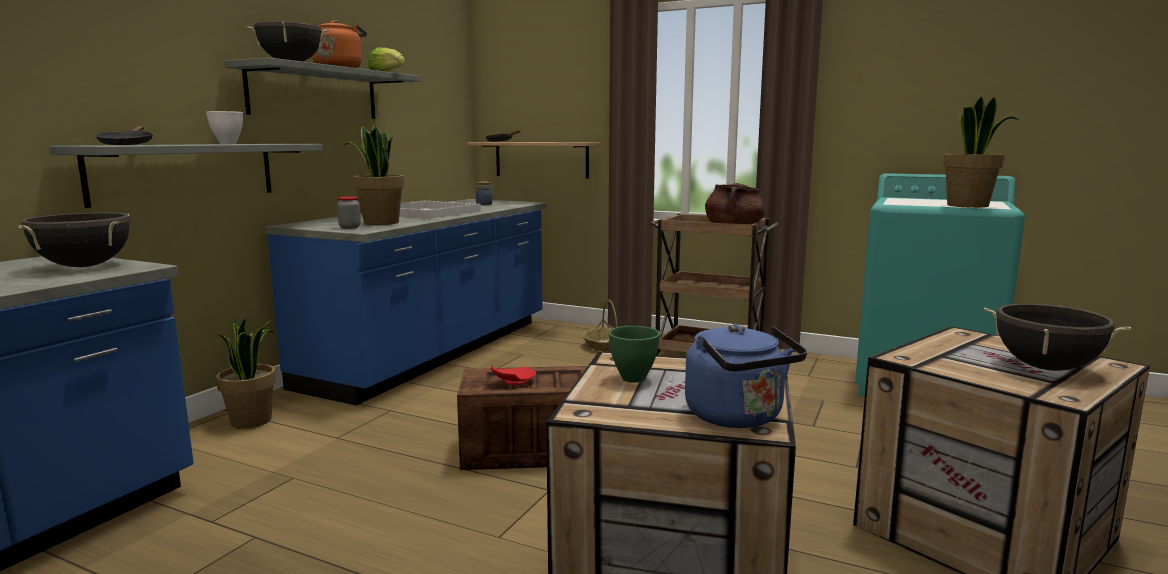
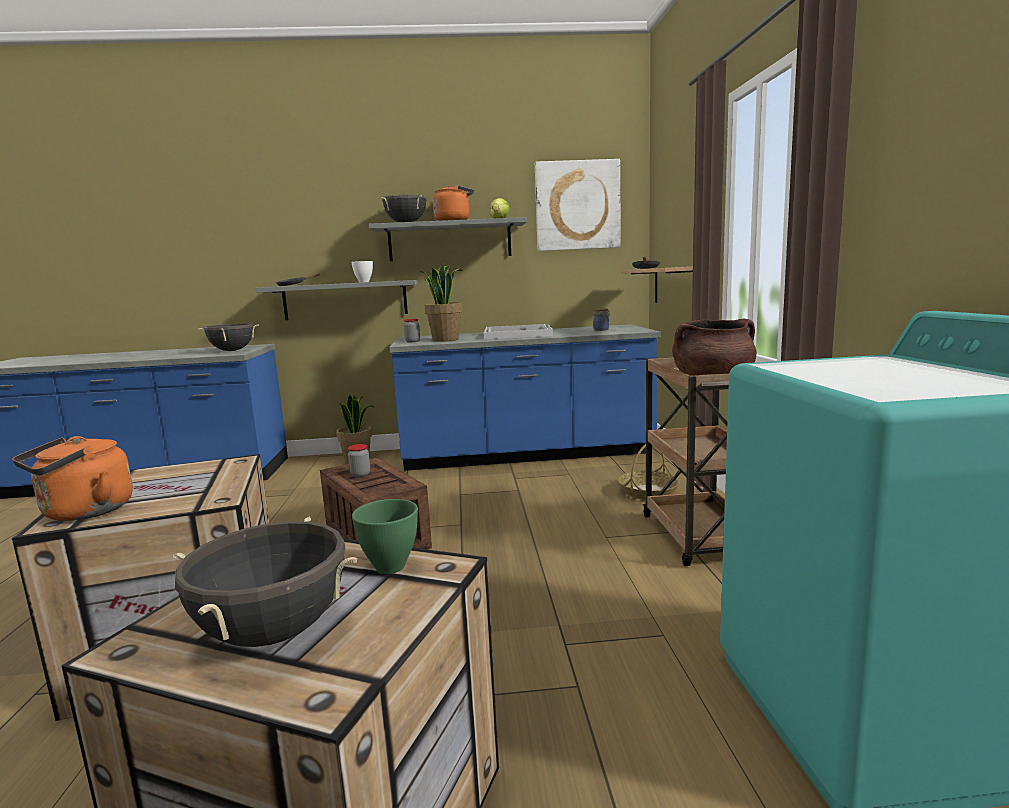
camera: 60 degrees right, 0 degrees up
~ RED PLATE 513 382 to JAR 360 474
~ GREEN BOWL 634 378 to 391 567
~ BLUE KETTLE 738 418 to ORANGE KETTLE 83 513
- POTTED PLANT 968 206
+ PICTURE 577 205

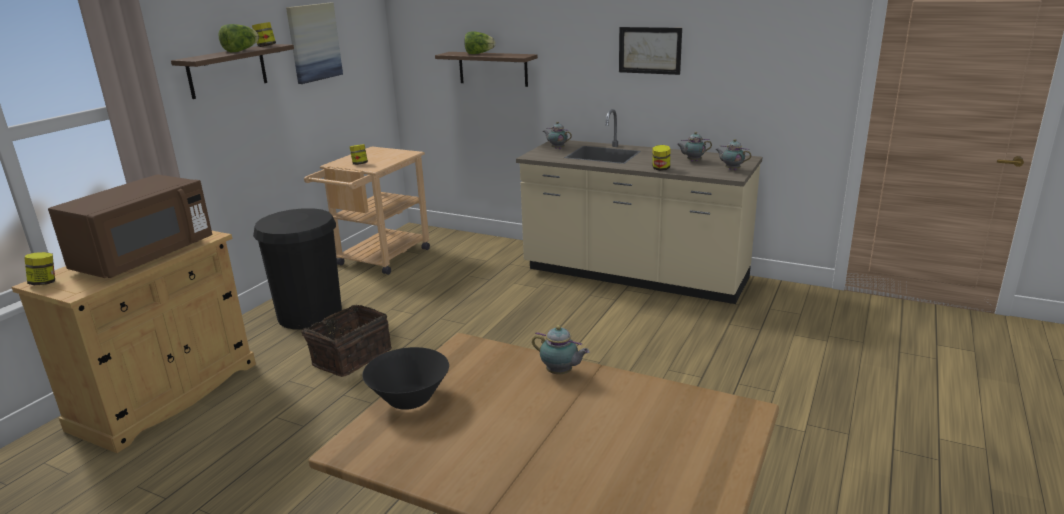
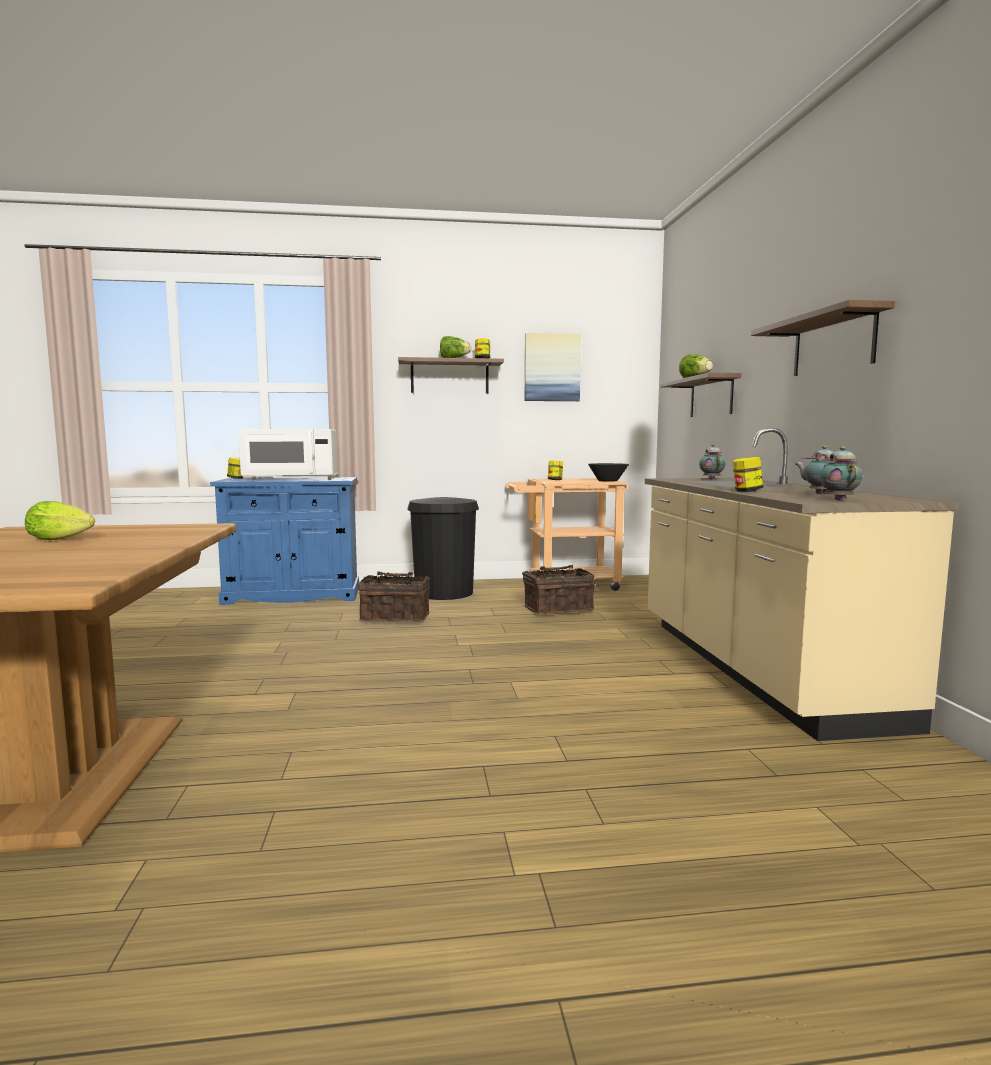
camera: 55 degrees right, 15 degrees down
~ BEIGE CABINET 167 396 to BLUE CABINET 293 595
~ BROWN MICROWAVE 144 257 to WHITE MICROWAVE 291 479
~ BLACK BOWL 410 399 to 608 481
- TEAPOT 560 373
~ PICTURE 649 50 to SHELF 833 344
+ LETTUCE 63 540
+ BASKET 557 609

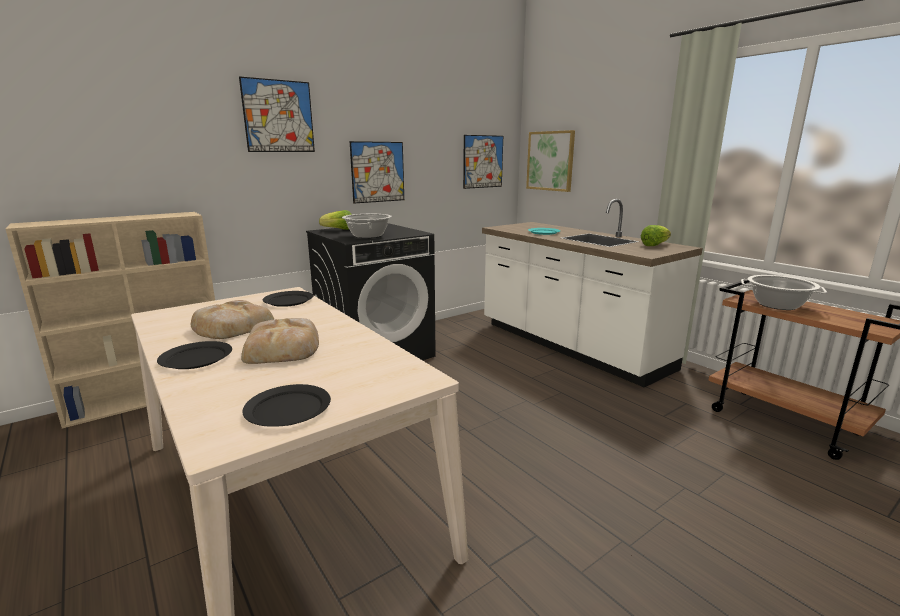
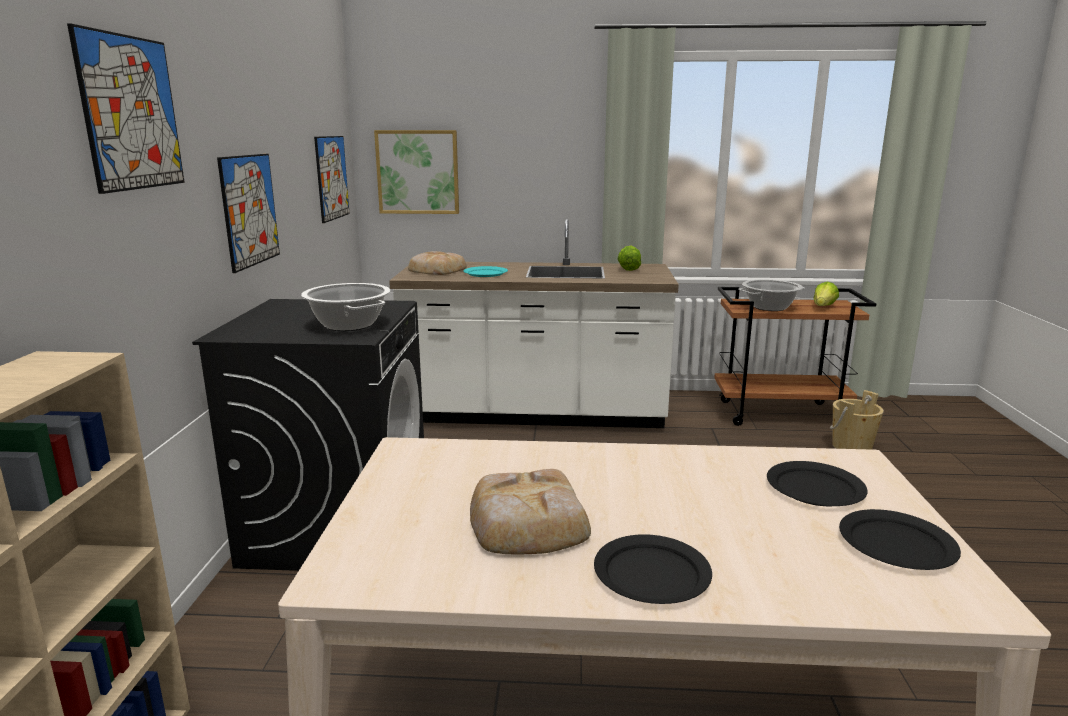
camera: 50 degrees left, 0 degrees up
~ BREAD 283 348 to 437 270
~ BLACK PLATE 288 301 to 815 488
~ LETTUCE 339 230 to 823 307
+ BEIGE BUCKET 851 447

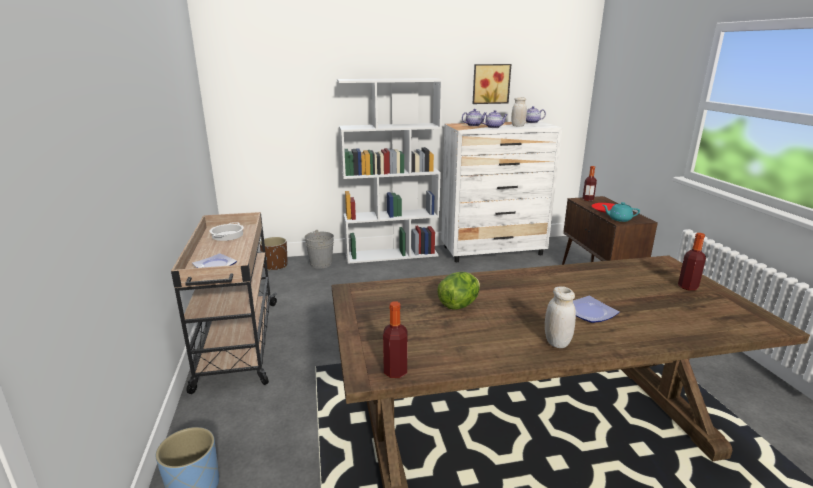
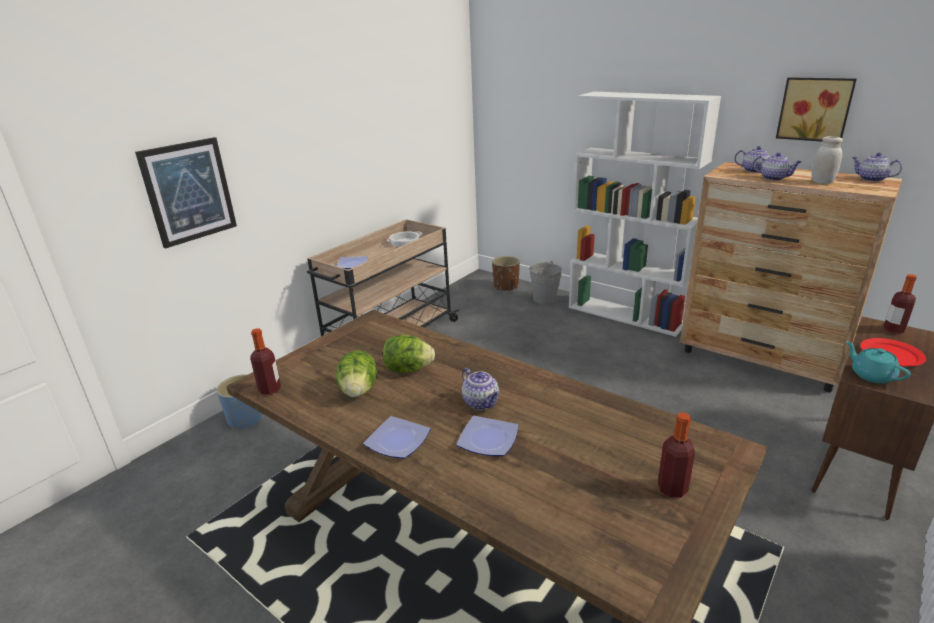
camera: 50 degrees right, 5 degrees up
~ WHITE DRESSER 493 251 to BROWN DRESSER 761 358
~ WHITE JAR 557 342 to PLATE 398 442
+ PICTURE 189 191
+ LETTUCE 359 391
+ TEAPOT 481 403

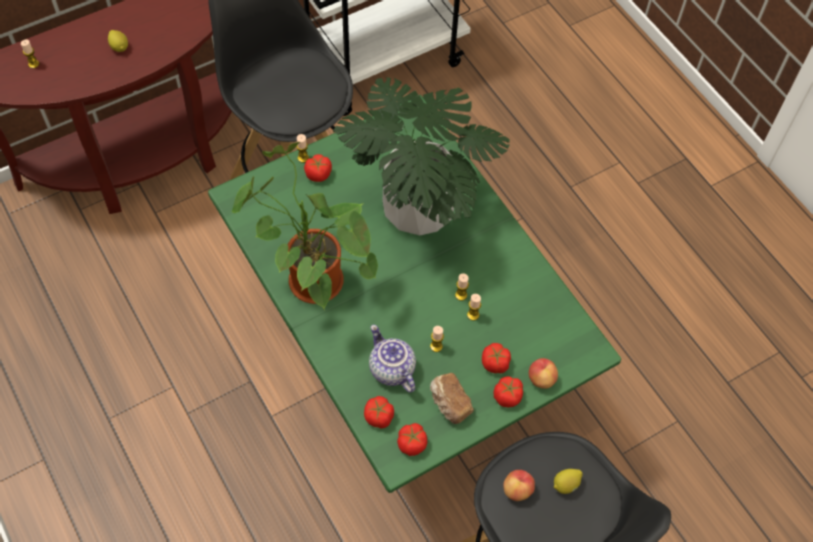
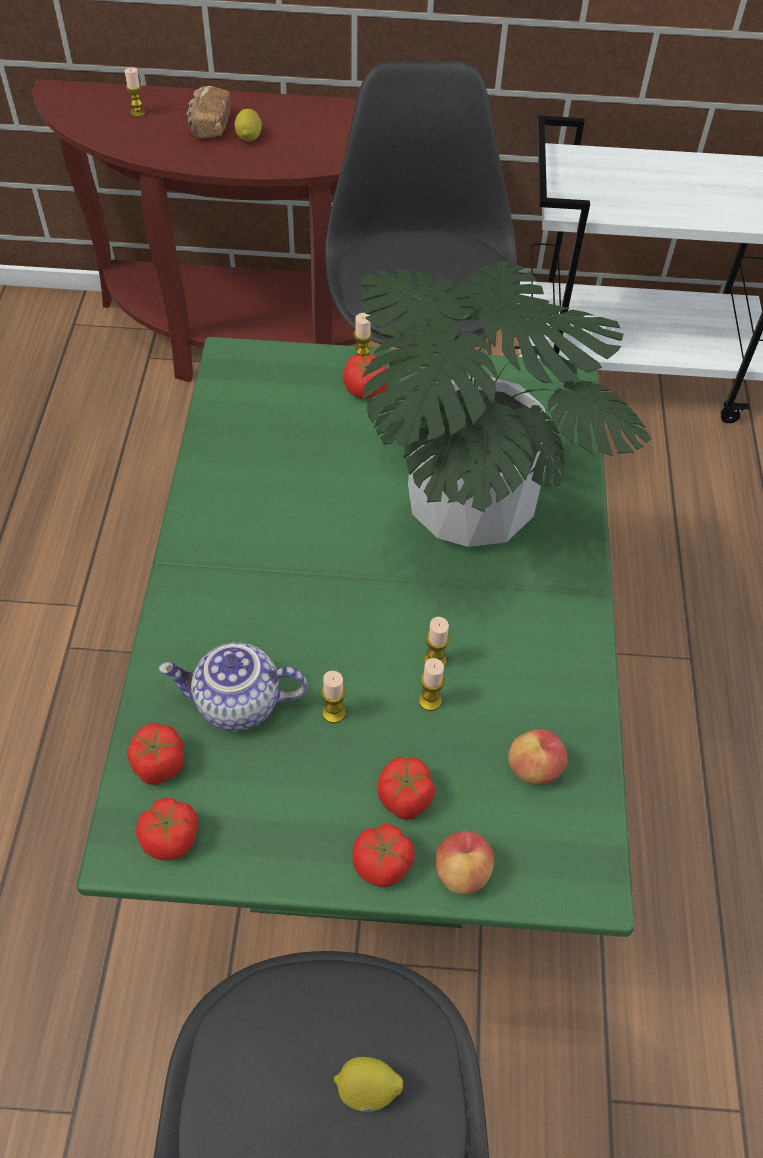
camera: 35 degrees right, 5 degrees down
- POTTED PLANT 309 281
~ TEAPOT 390 369 = 237 704 90 degrees counterclockwise
~ BREAD 449 403 to 209 126
~ APPLE 517 490 to 534 768

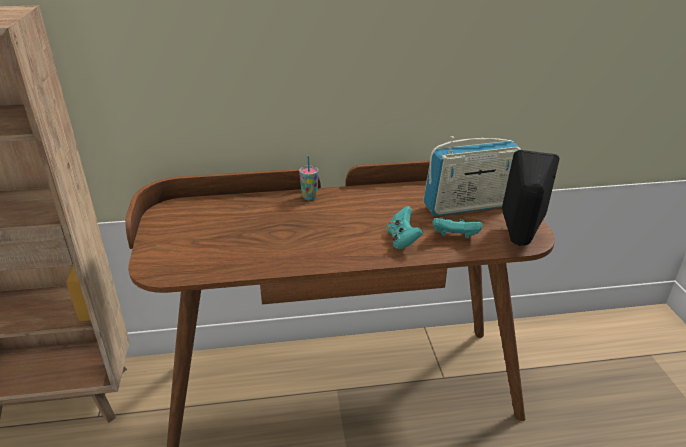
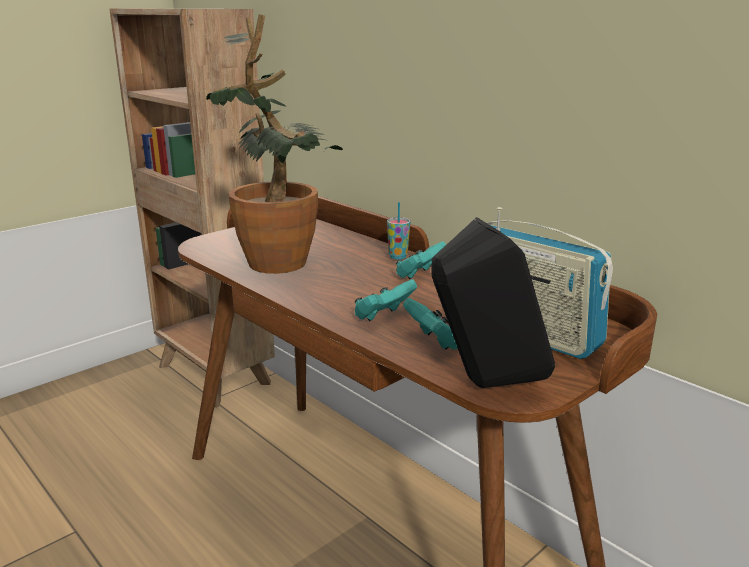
camera: 55 degrees right, 10 degrees down
+ POTTED PLANT 278 257
+ TURQUOISE GAME CONTROLLER 419 275

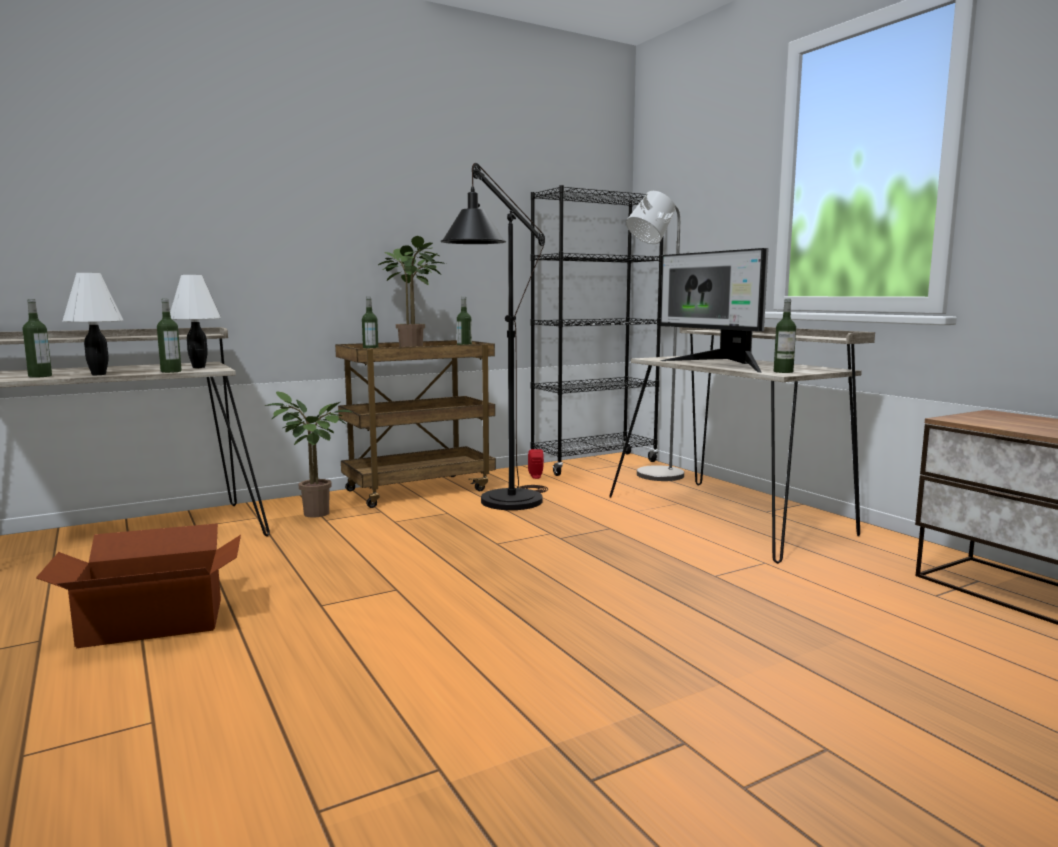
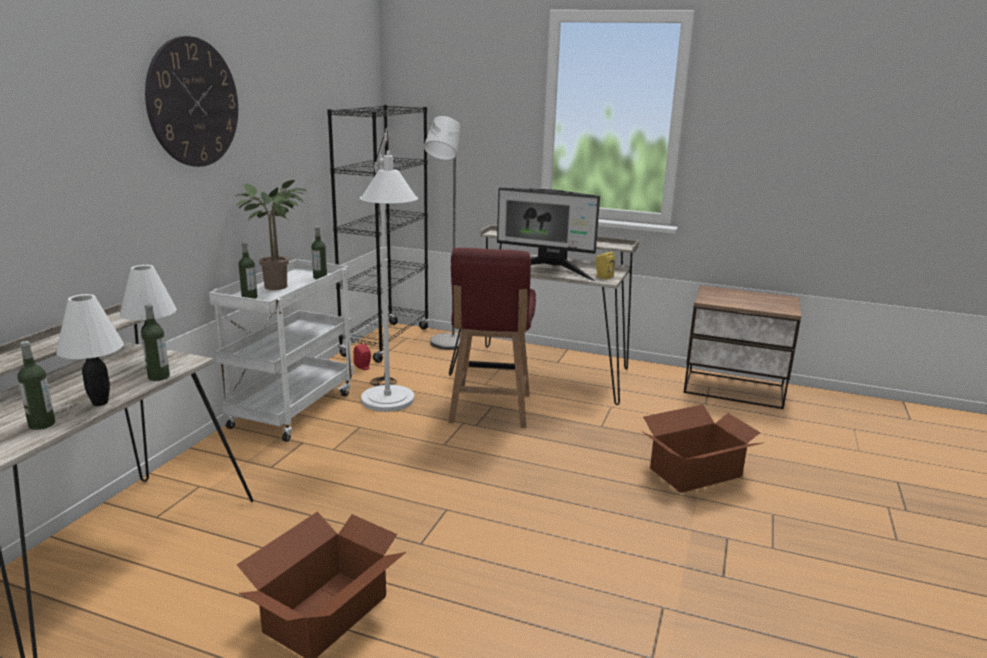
camera: 40 degrees left, 10 degrees up
- POTTED PLANT 312 514
~ BROWN CART 419 489 to WHITE CART 292 408
~ BLACK FLOOR LAMP 503 506 to WHITE FLOOR LAMP 389 406
~ BOTTLE 783 372 to YELLOW SPEAKER 602 277
+ WALL CLOCK 193 102
+ RED CHAIR 490 409
+ CARDBOARD BOX 696 473

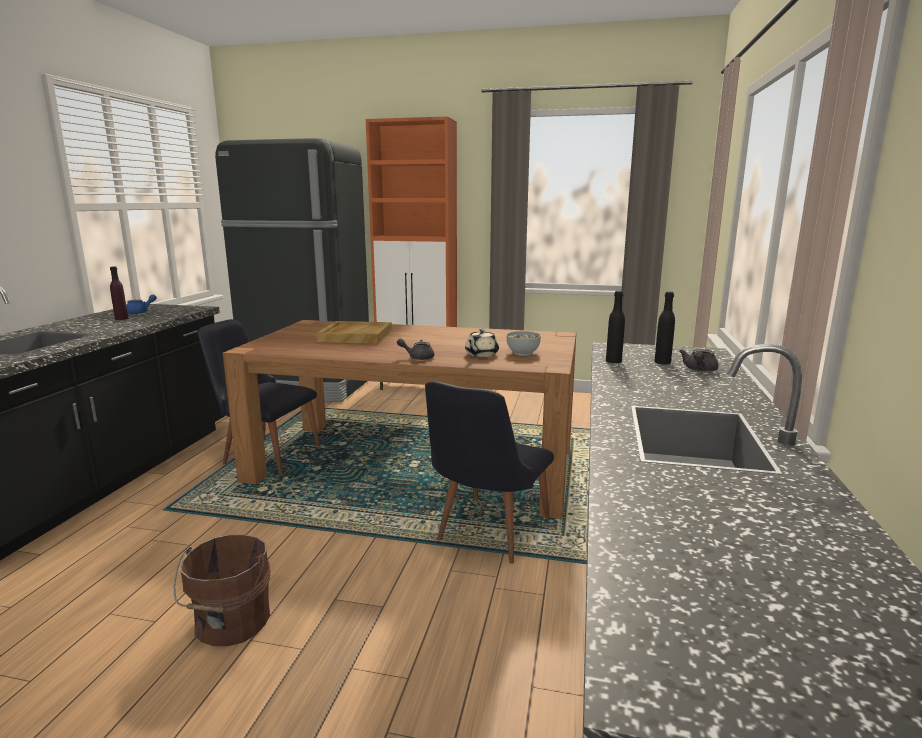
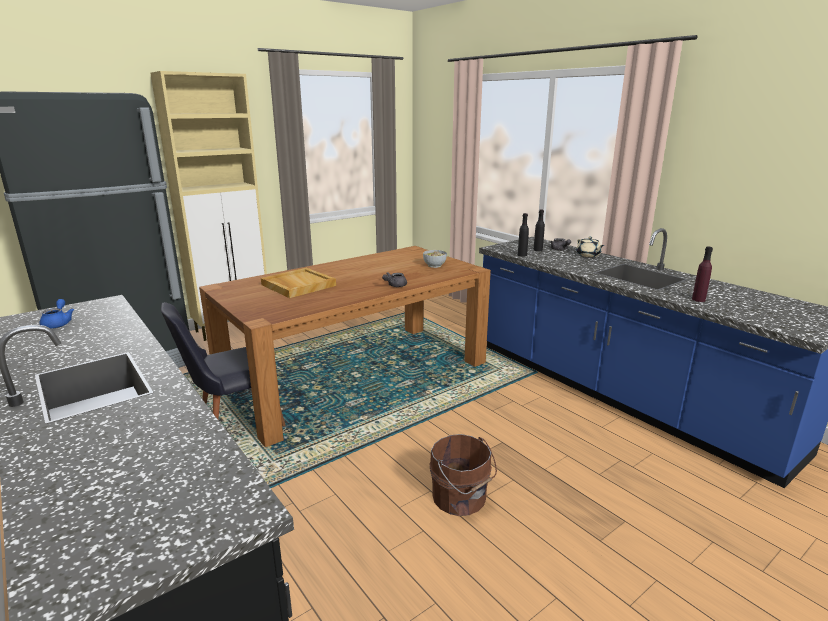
camera: 50 degrees left, 5 degrees up
~ PURPLE BOTTLE 121 318 to 698 299
~ ORANGE CABINET 418 388 to BEIGE CABINET 234 328
- BLACK CHAIR 486 534
~ BEIGE TEAPOT 481 355 to 588 255

